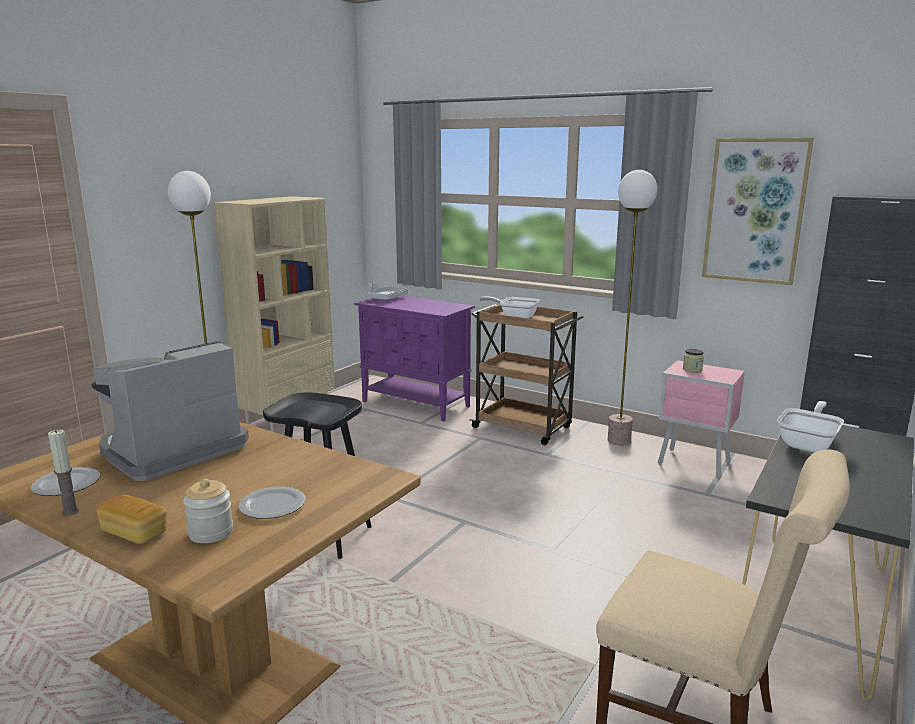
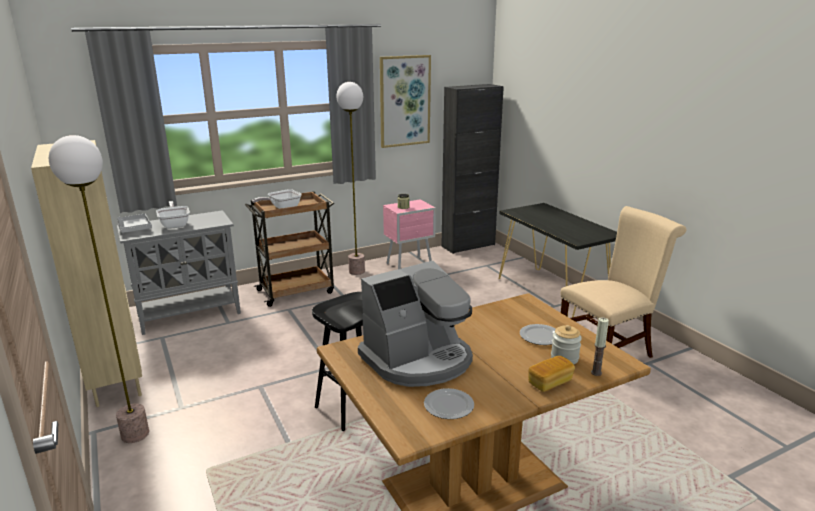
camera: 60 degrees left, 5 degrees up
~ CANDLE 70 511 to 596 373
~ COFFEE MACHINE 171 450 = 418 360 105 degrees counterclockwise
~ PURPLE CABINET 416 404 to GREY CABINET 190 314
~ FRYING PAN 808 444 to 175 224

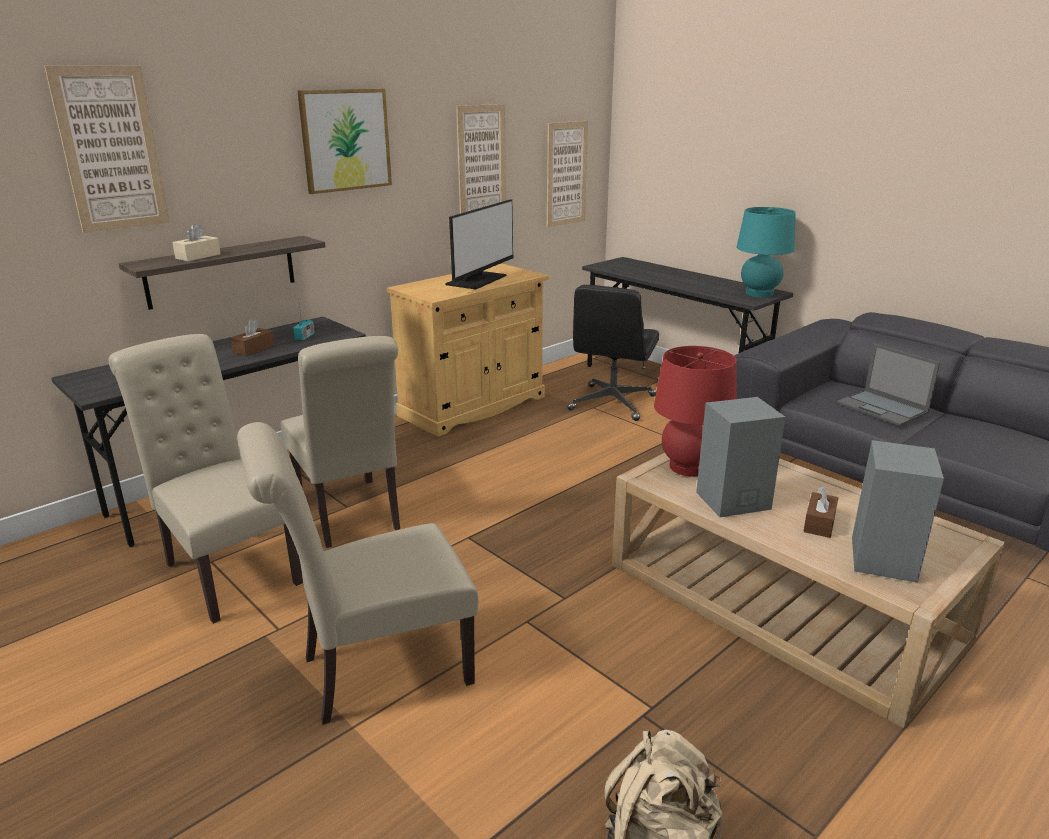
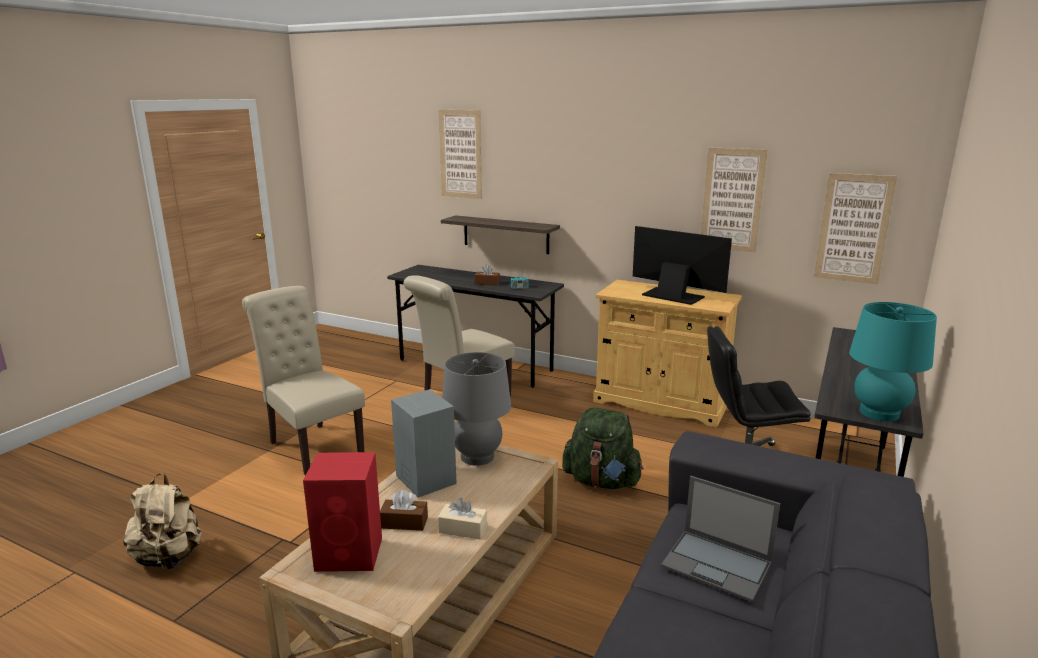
camera: 70 degrees right, 5 degrees down
- BEIGE CHAIR 227 570
~ BEIGE TISSUE BOX 198 256 to 463 529
- PICTURE 345 140
~ MONITOR 477 280 = 673 296 150 degrees counterclockwise
~ RED TABLE LAMP 689 467 to GREY TABLE LAMP 477 456
~ LAPTOP 883 408 = 718 565 90 degrees counterclockwise
~ GREY SPEAKER 883 557 to RED SPEAKER 351 554
+ GREEN BACKPACK 601 481

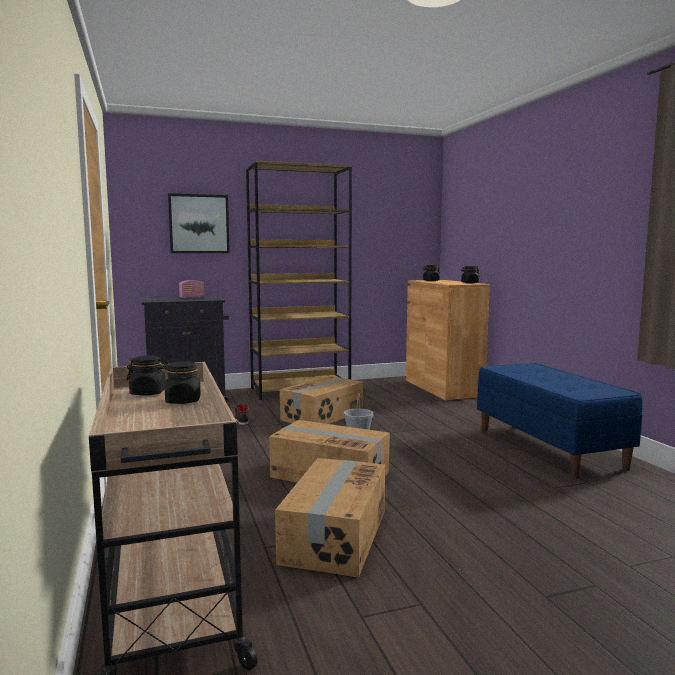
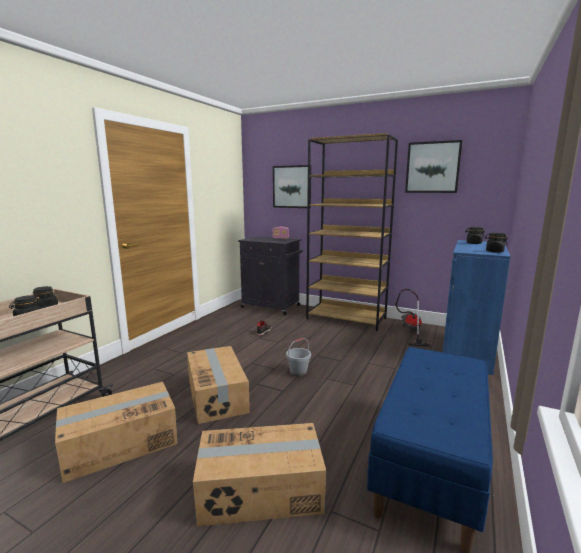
camera: 45 degrees right, 5 degrees up
~ CARDBOARD BOX 323 415 to 261 490
~ BROWN CABINET 443 388 to BLUE CABINET 467 351
+ VACUUM CLEANER 410 332
+ PICTURE 432 167

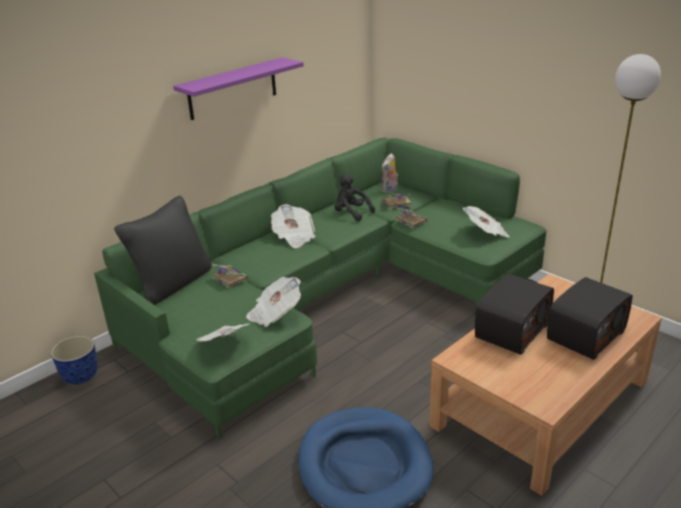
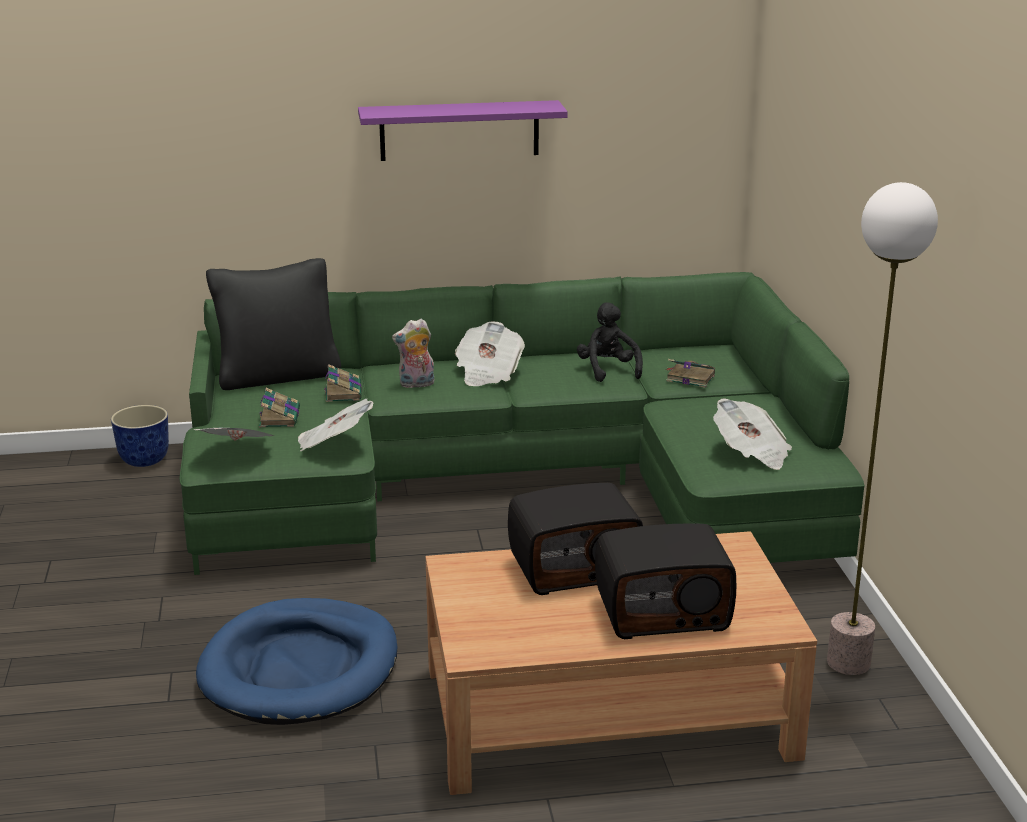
camera: 35 degrees right, 5 degrees down
~ PLUSH TOY 390 190 to 416 384
~ BOOK 410 221 to 279 417

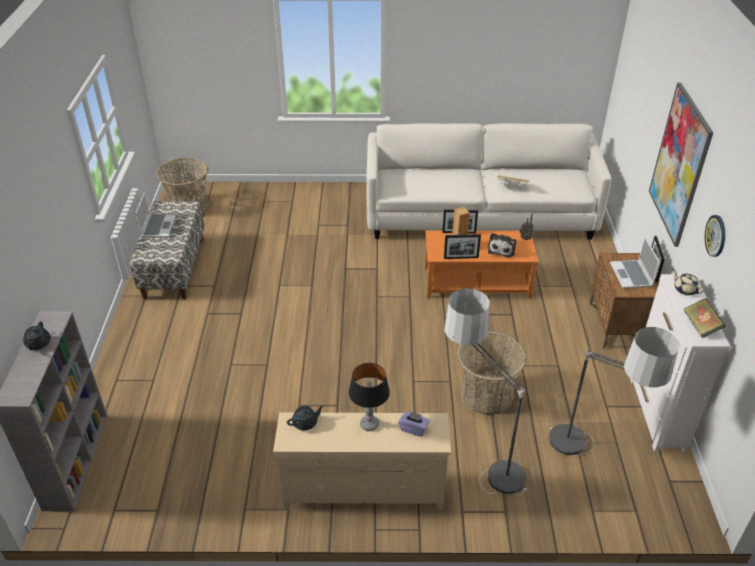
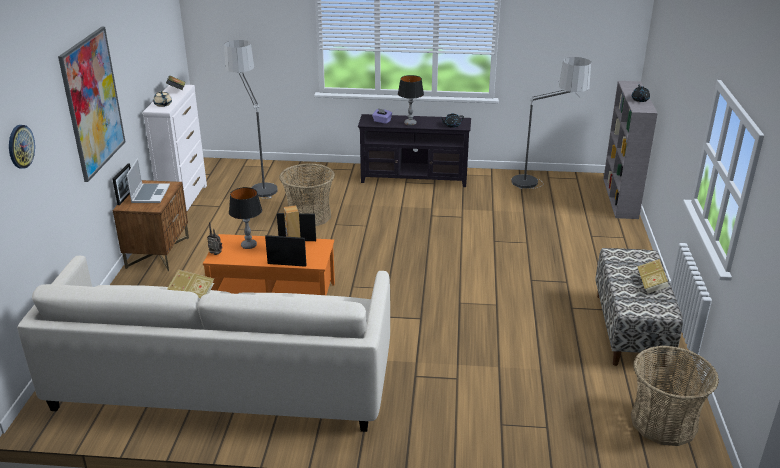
camera: 175 degrees left, 10 degrees down
~ LAPTOP 158 227 to BOOK 651 284
~ BEIGE TV STAND 363 491 to BLACK TV STAND 414 178
~ FLOOR LAMP 480 463 to 542 190
~ PLUSH TOY 502 249 to TABLE LAMP 248 245
~ WALL CLOCK 716 235 to 20 146

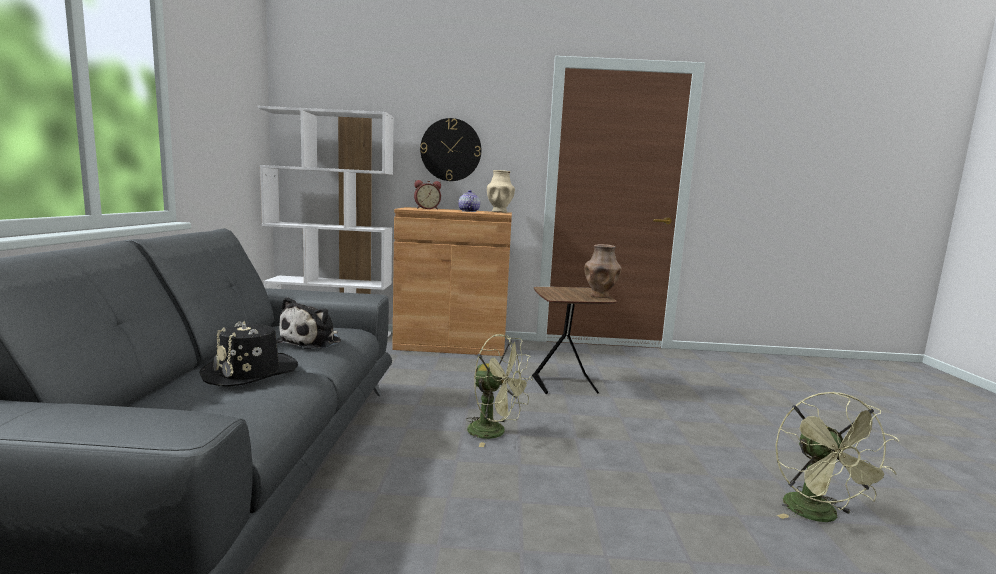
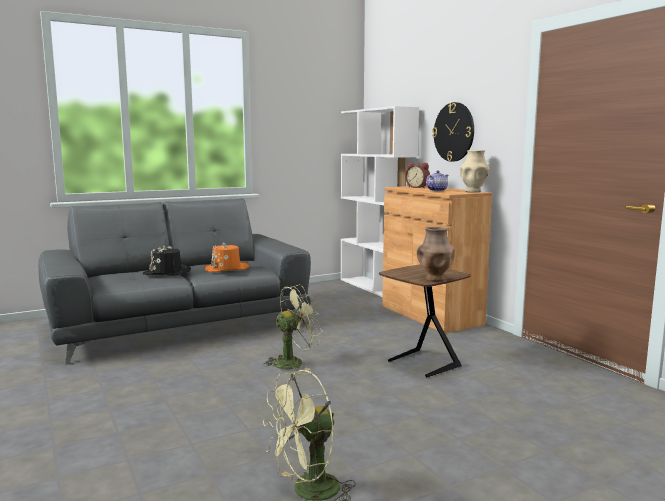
camera: 60 degrees right, 0 degrees up
~ PLUSH TOY 312 341 to ORANGE HAT 227 268
~ GREEN FAN 495 432 = 293 362 120 degrees counterclockwise

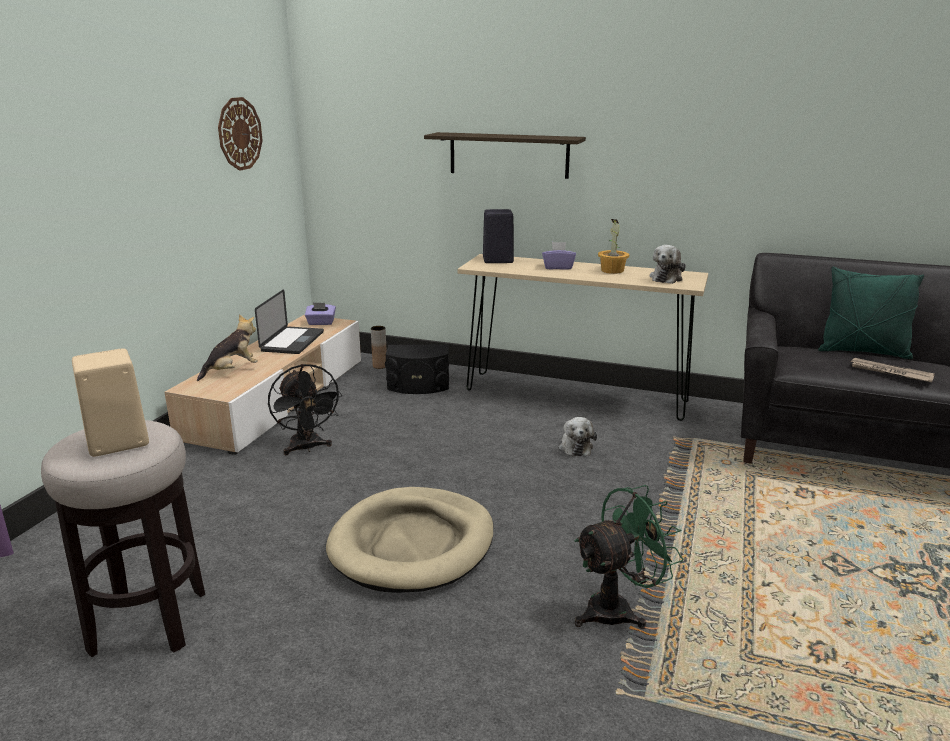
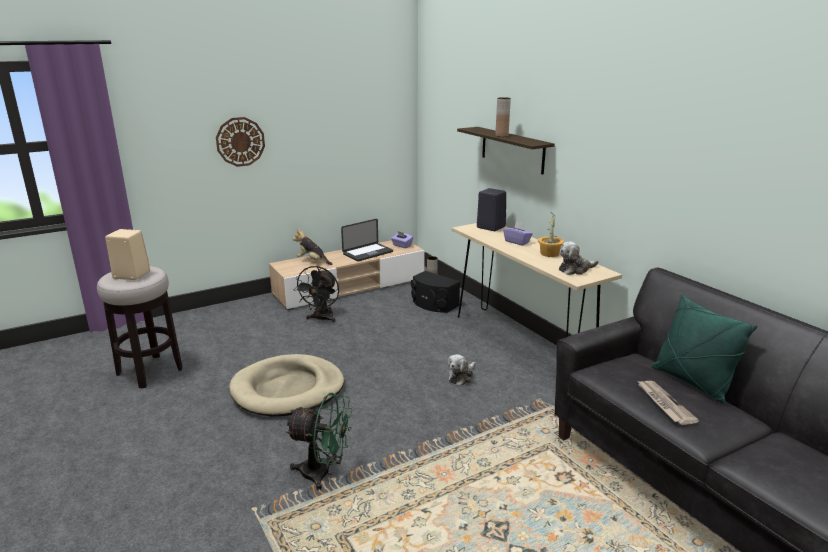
camera: 40 degrees right, 0 degrees up
~ PLUSH TOY 232 371 = 312 261 150 degrees counterclockwise
~ WALL CLOCK 239 134 to 240 141
+ BROWN VASE 501 136

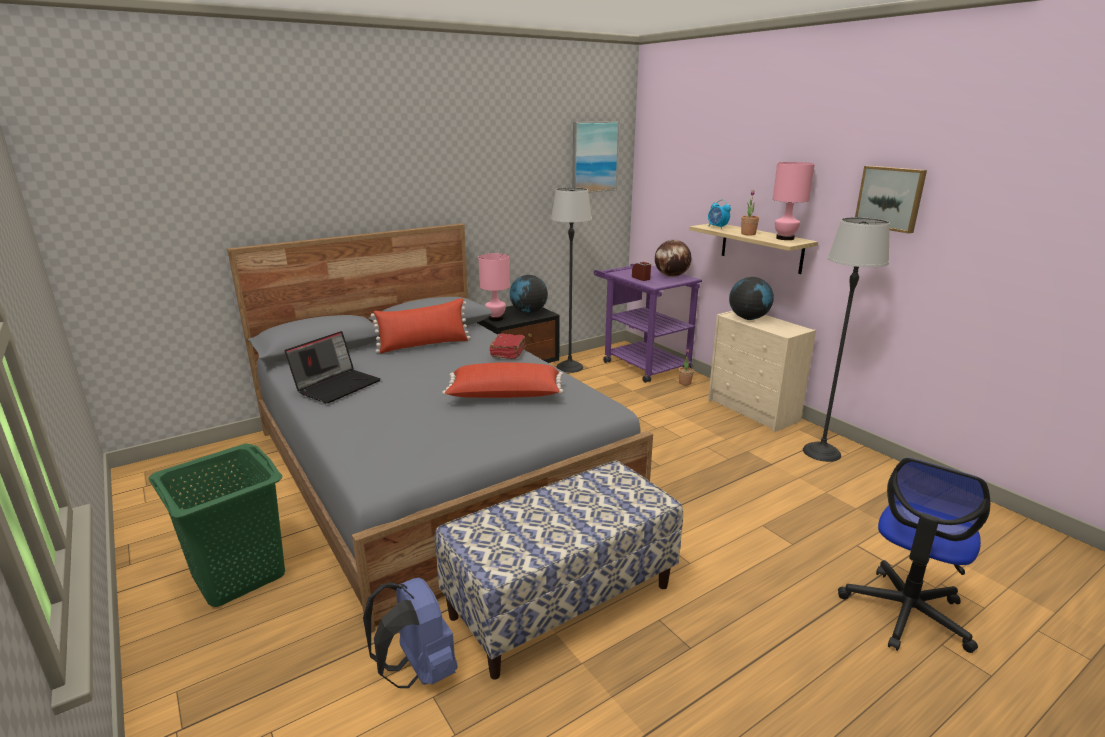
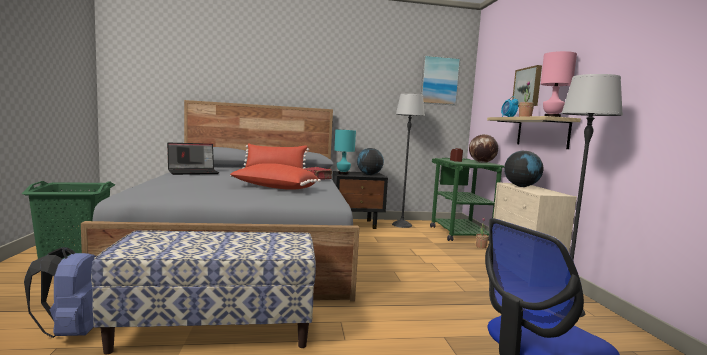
camera: 25 degrees right, 15 degrees down
~ PINK TABLE LAMP 495 318 to TURQUOISE TABLE LAMP 343 173
~ PURPLE CART 640 363 to GREEN CART 457 232
~ PICTURE 890 198 to 528 87

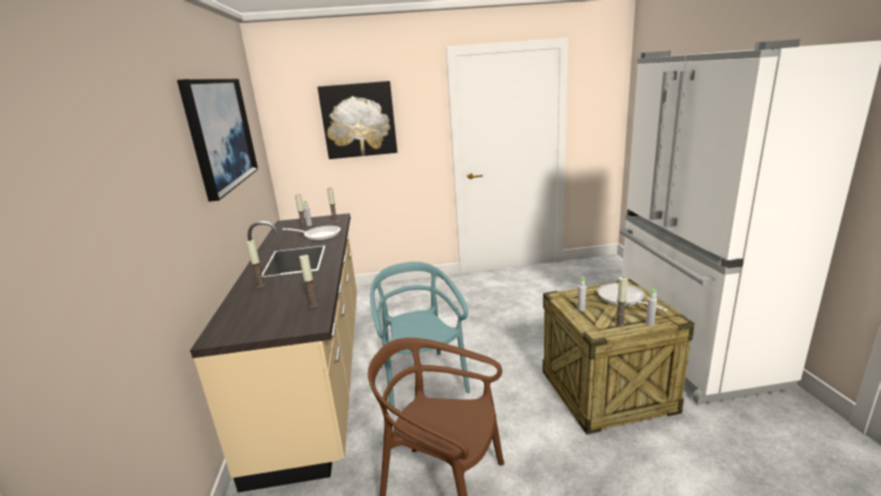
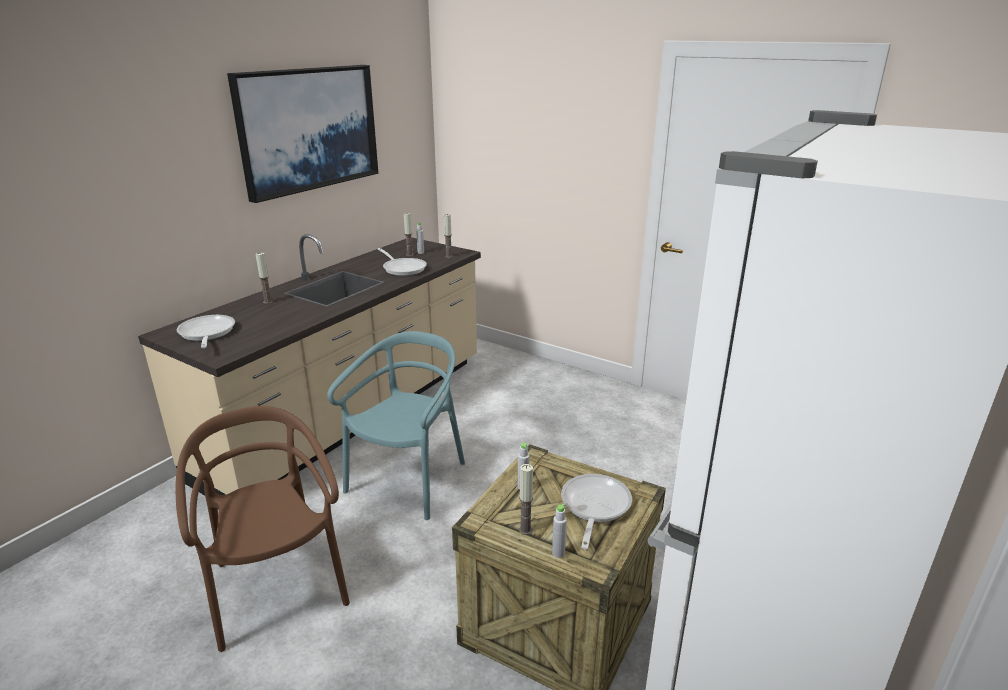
camera: 40 degrees right, 5 degrees up
- CANDLE 313 305
- PICTURE 358 120
+ FRYING PAN 206 334

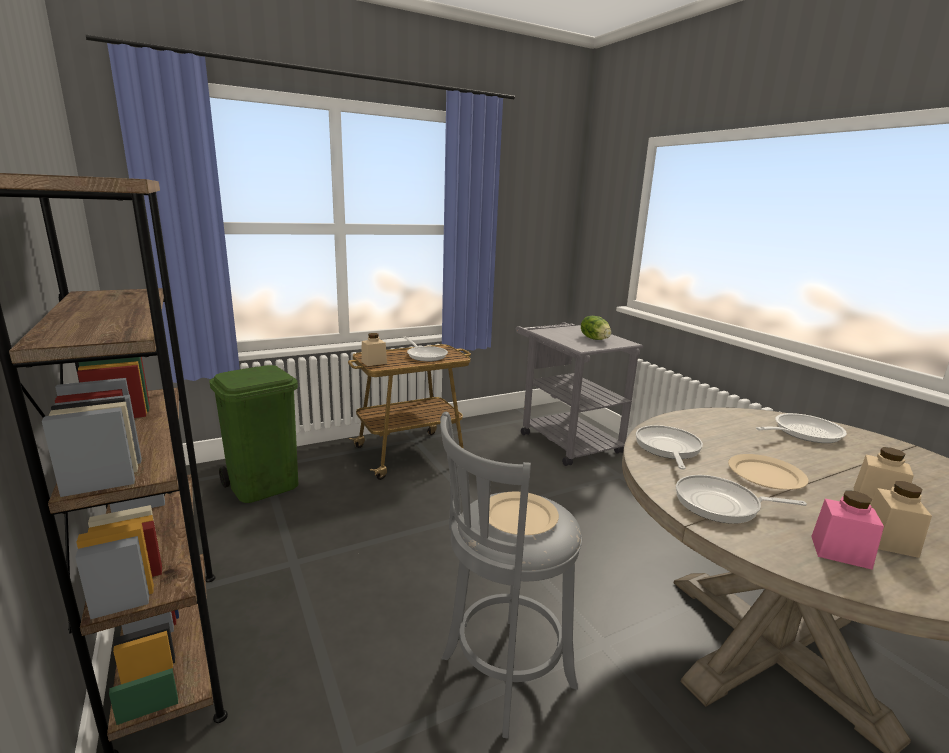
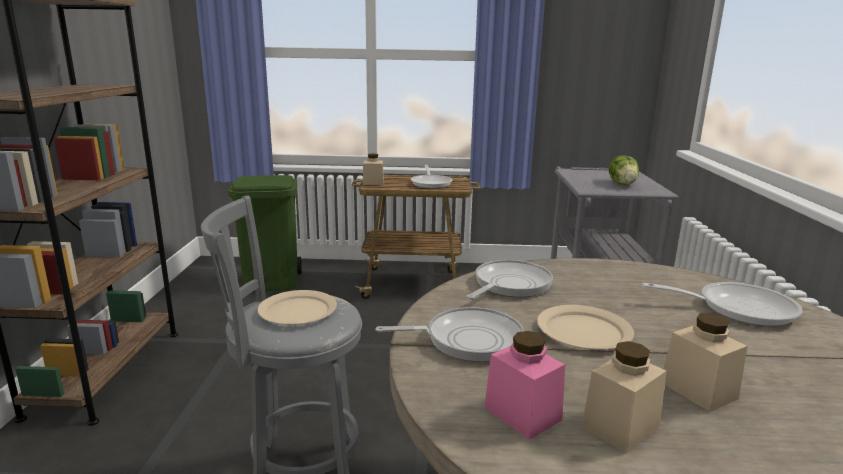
camera: 30 degrees right, 0 degrees up
~ FRYING PAN 721 505 = 467 340 135 degrees clockwise

